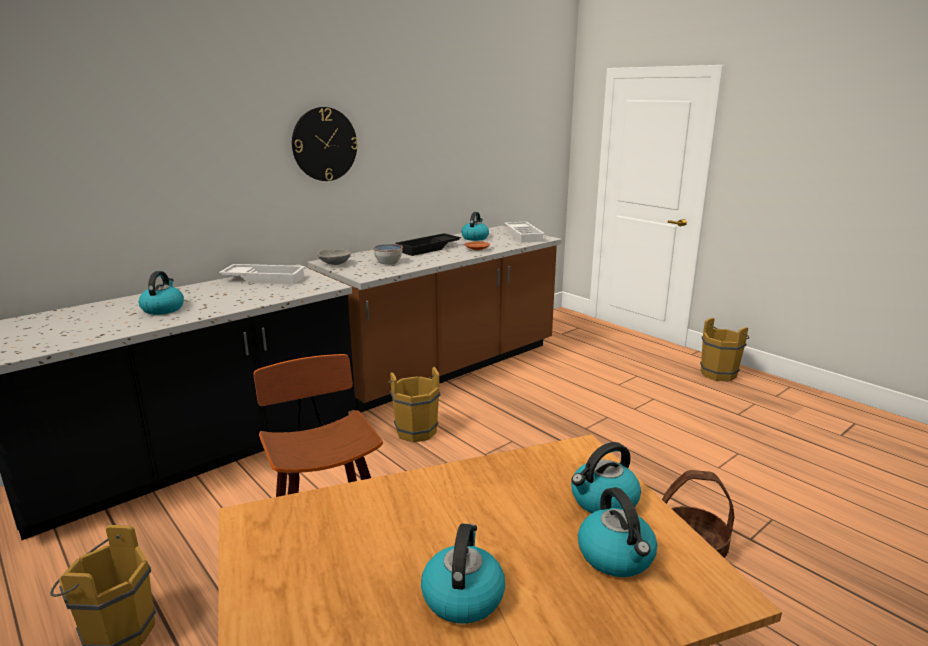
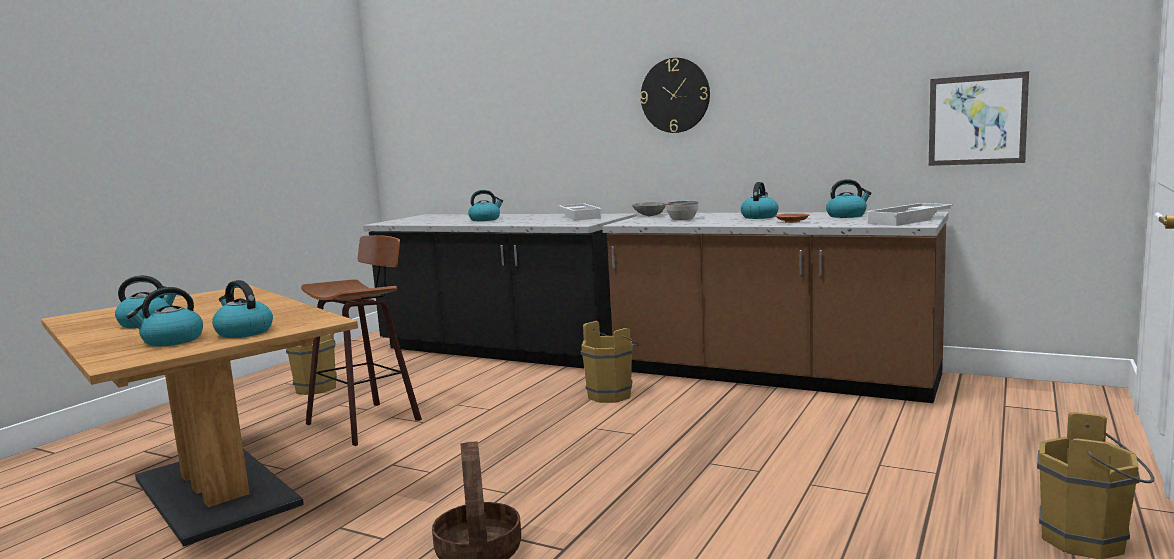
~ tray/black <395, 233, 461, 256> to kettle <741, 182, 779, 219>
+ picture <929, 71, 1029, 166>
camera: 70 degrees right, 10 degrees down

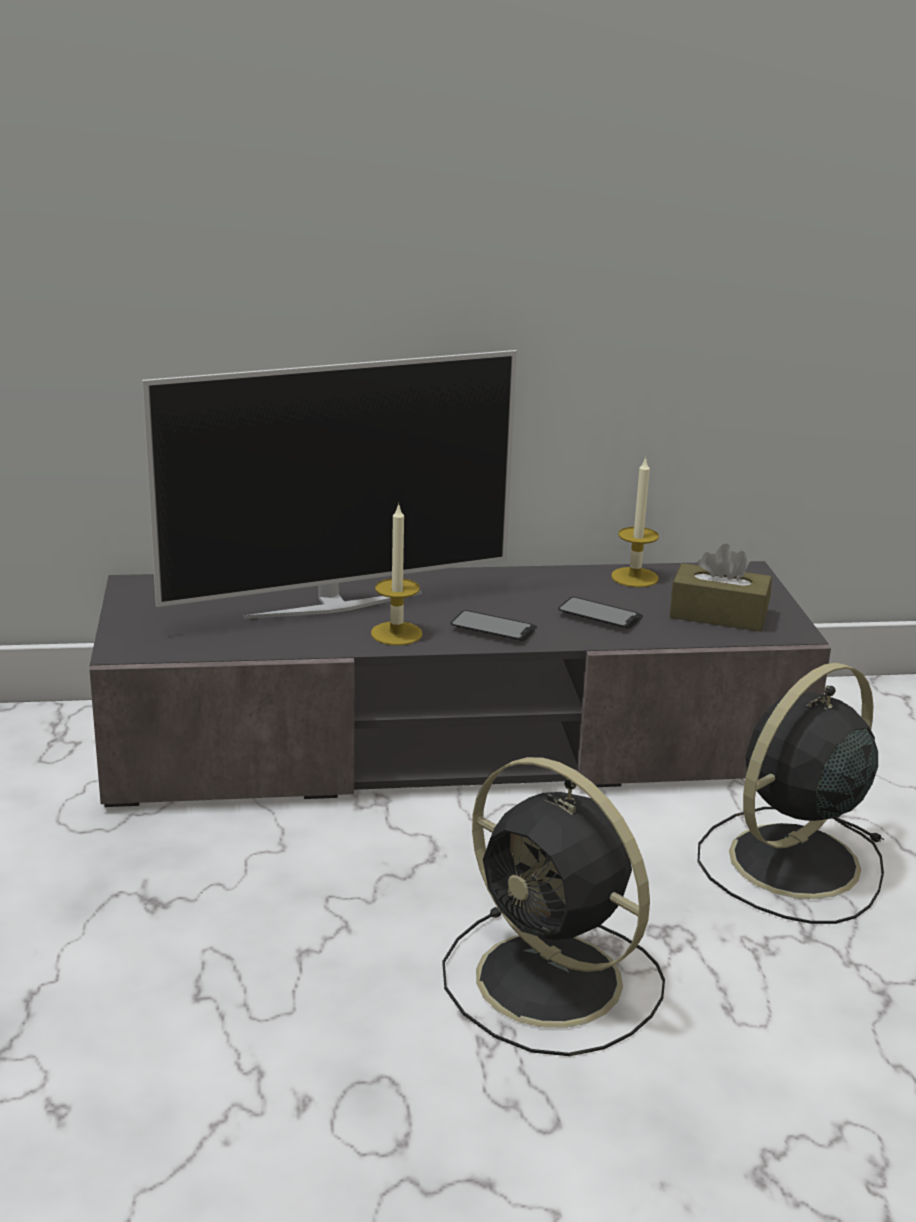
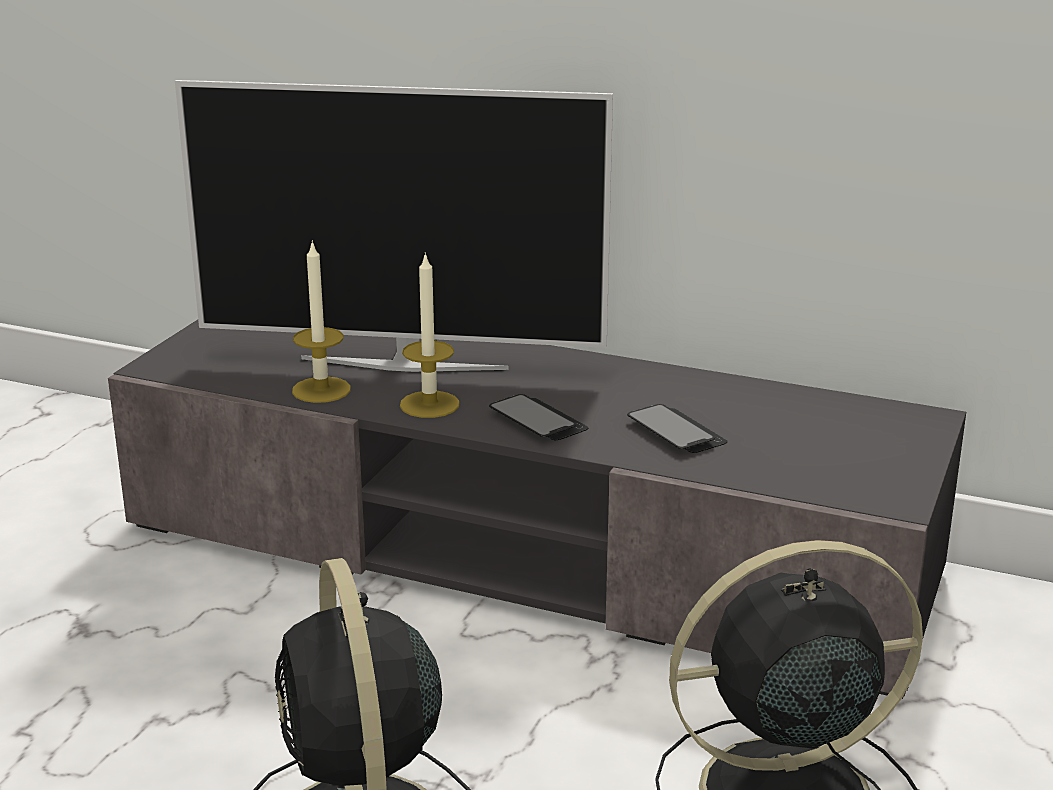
~ candle <611, 457, 659, 587> to <292, 240, 351, 403>
- tissue box/brown <670, 543, 772, 632>
camera: 30 degrees right, 0 degrees up

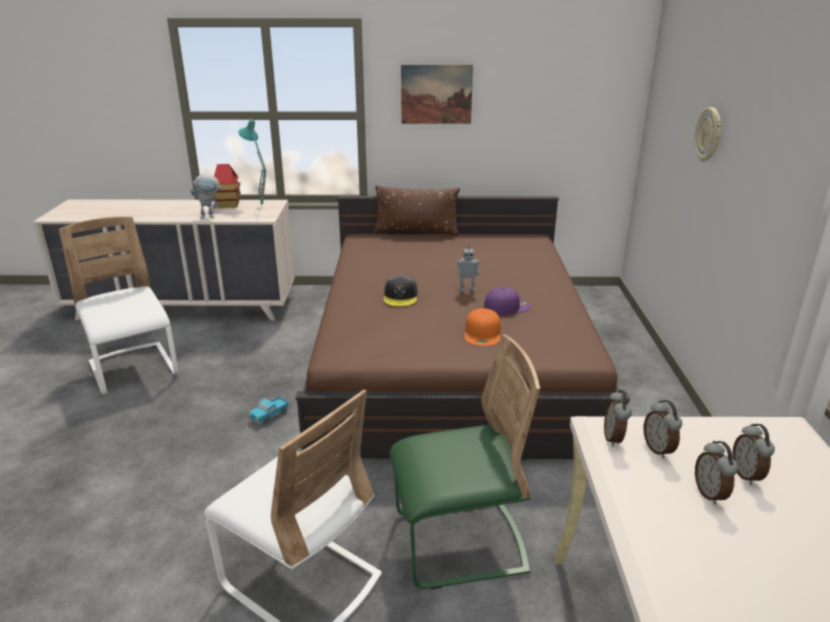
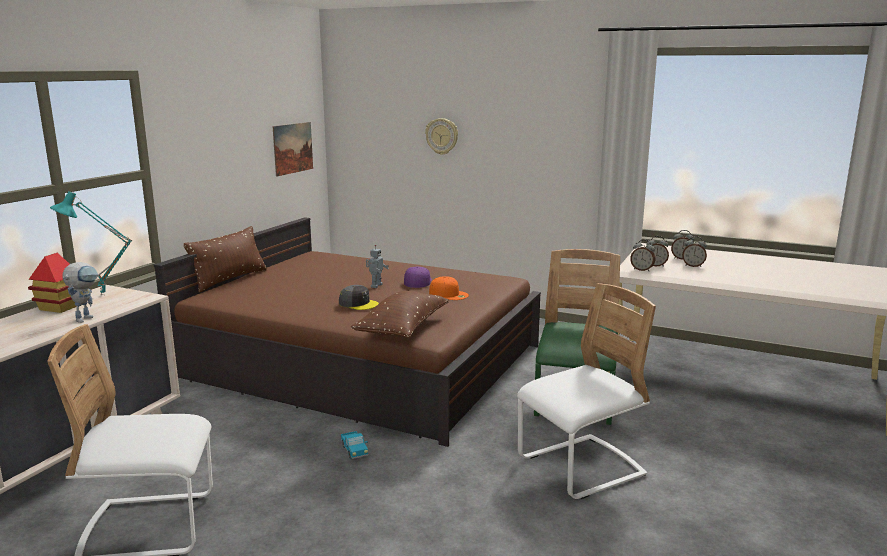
~ picture <401, 65, 473, 124> to <272, 122, 313, 177>
+ pillow/brown <351, 291, 449, 338>
camera: 65 degrees left, 10 degrees down

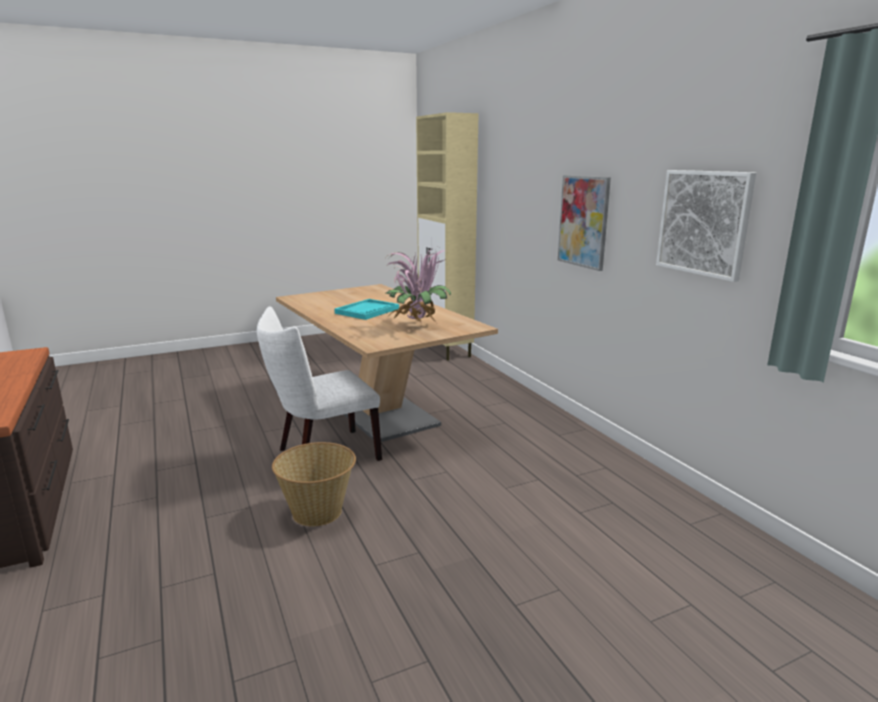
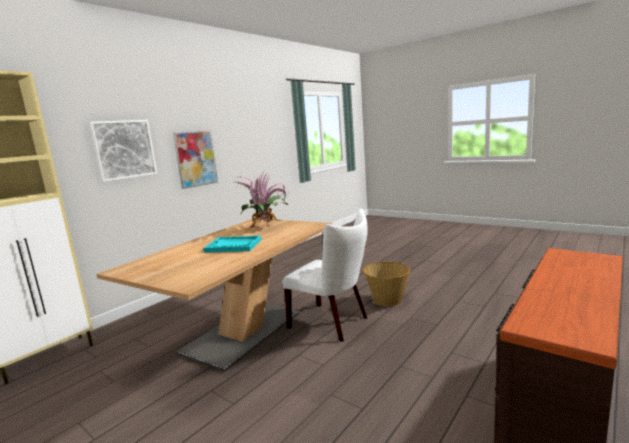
~ picture <656, 170, 756, 282> to <89, 120, 157, 182>
camera: 115 degrees left, 5 degrees down

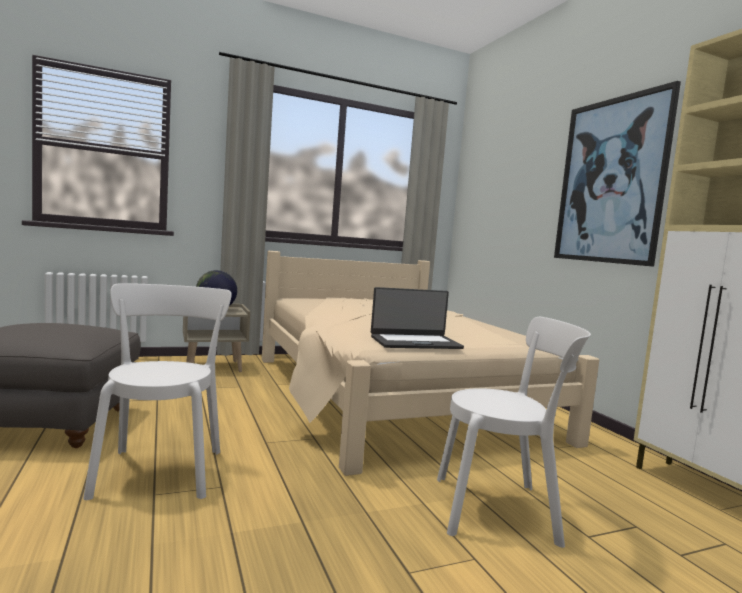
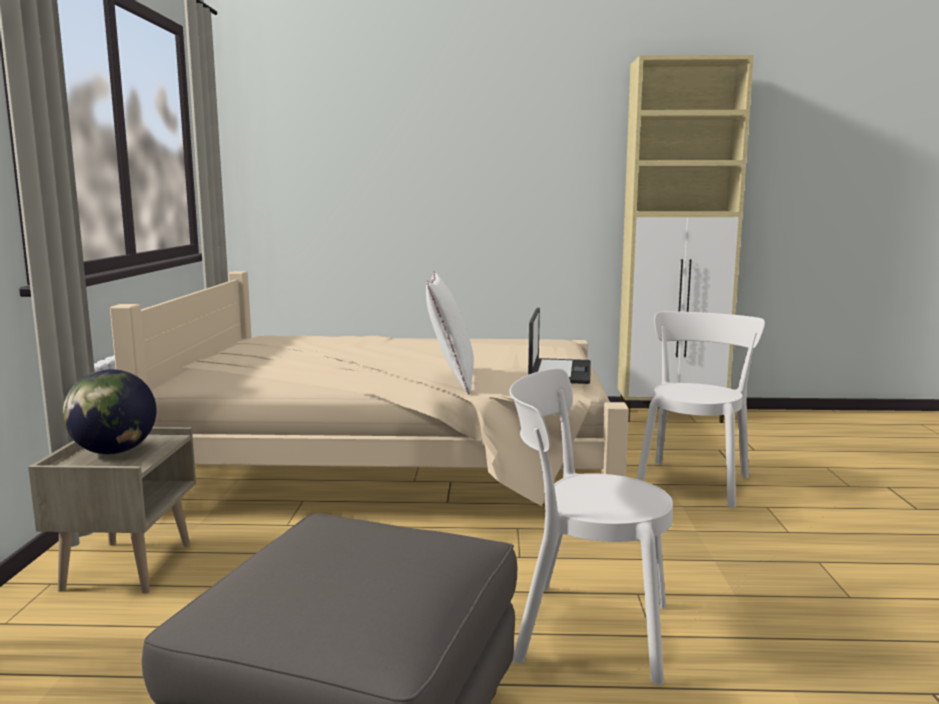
- picture <554, 81, 681, 267>
+ pillow/white <426, 271, 474, 395>
camera: 65 degrees left, 5 degrees up

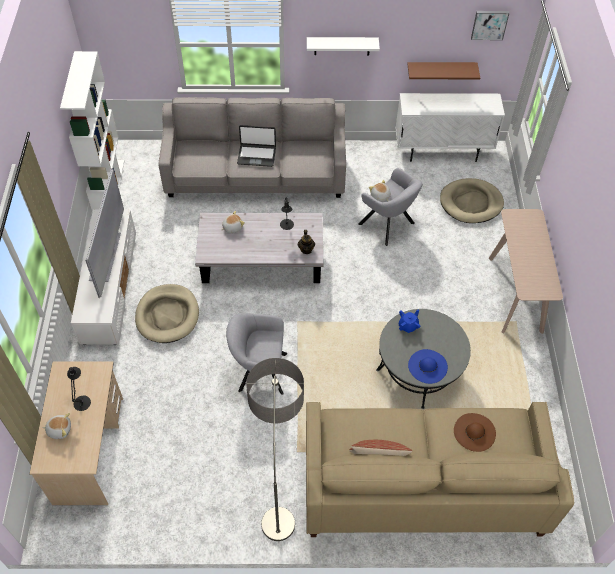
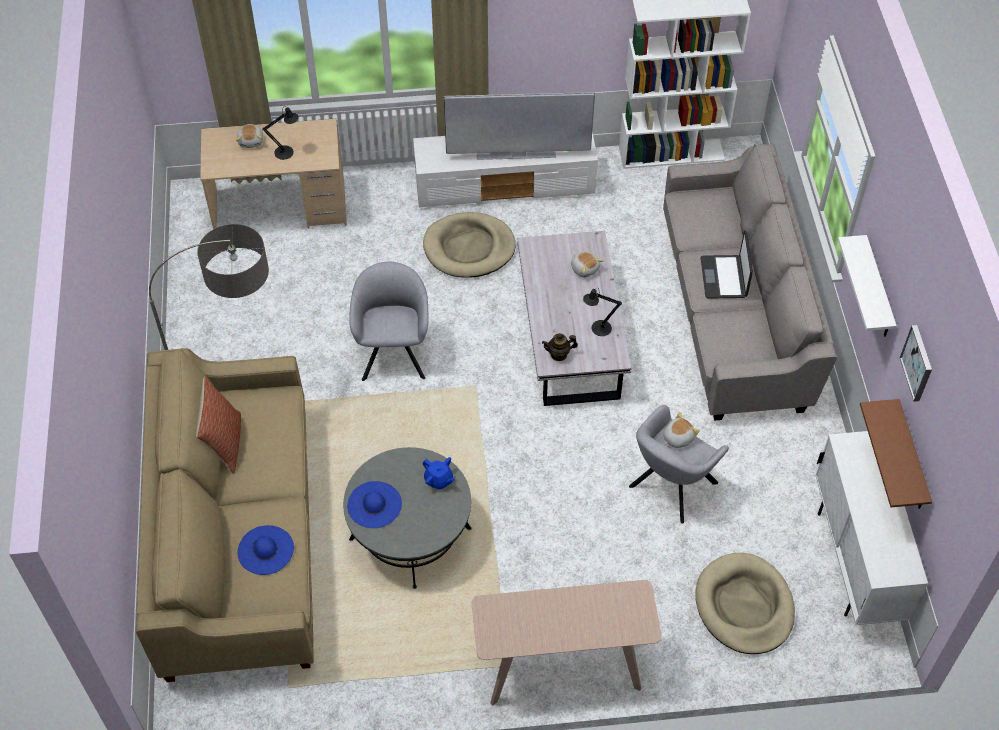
~ hat/brown <454, 413, 496, 452> to hat/blue <238, 525, 294, 575>
~ picture <471, 11, 509, 40> to <900, 325, 932, 402>
camera: 85 degrees right, 0 degrees up

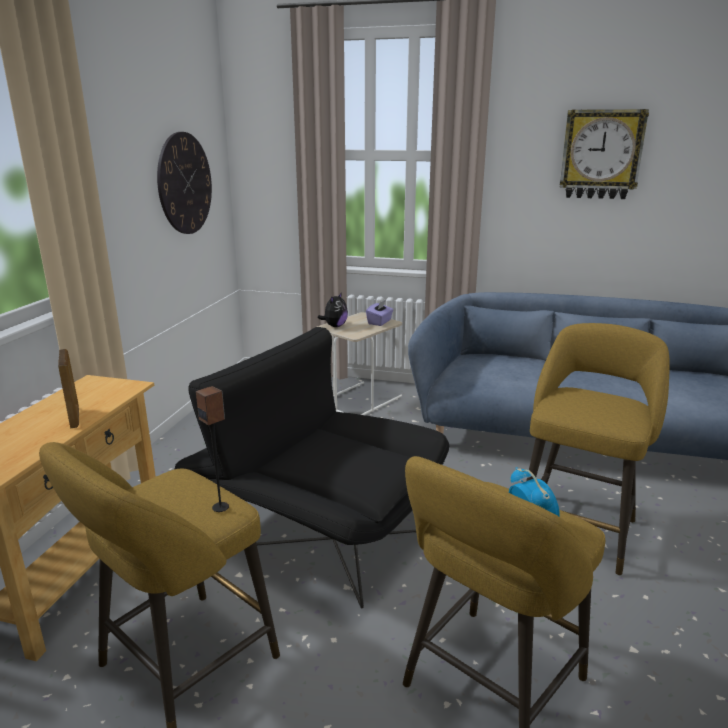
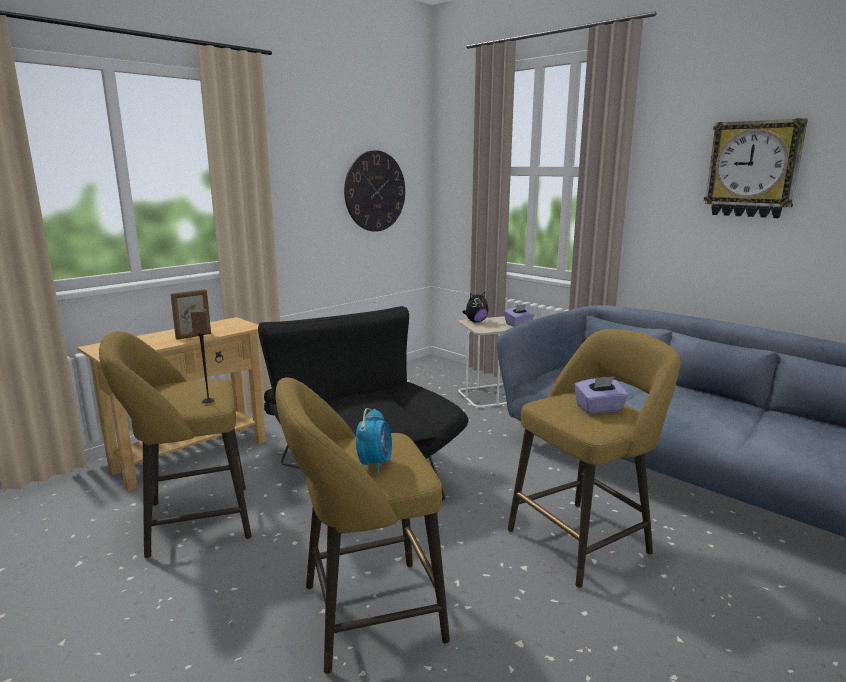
~ picture frame <58, 349, 79, 429> = <171, 289, 211, 340> 45 degrees clockwise
+ tissue box/purple <574, 376, 629, 414>
camera: 30 degrees right, 5 degrees down

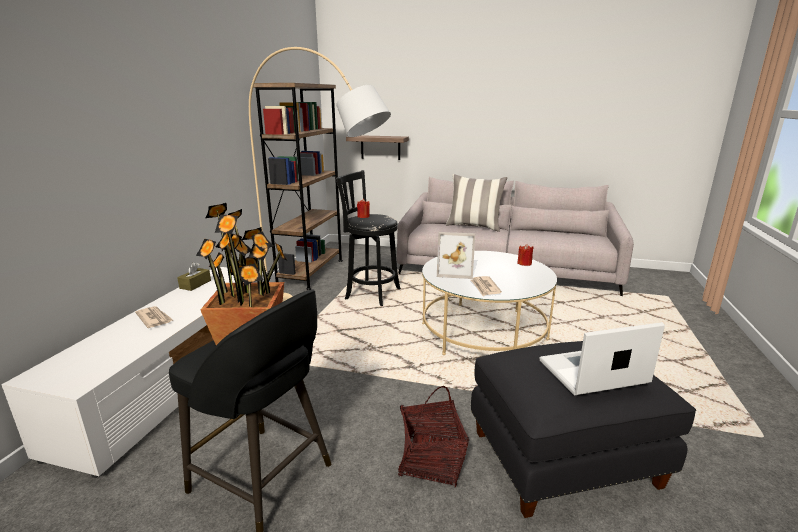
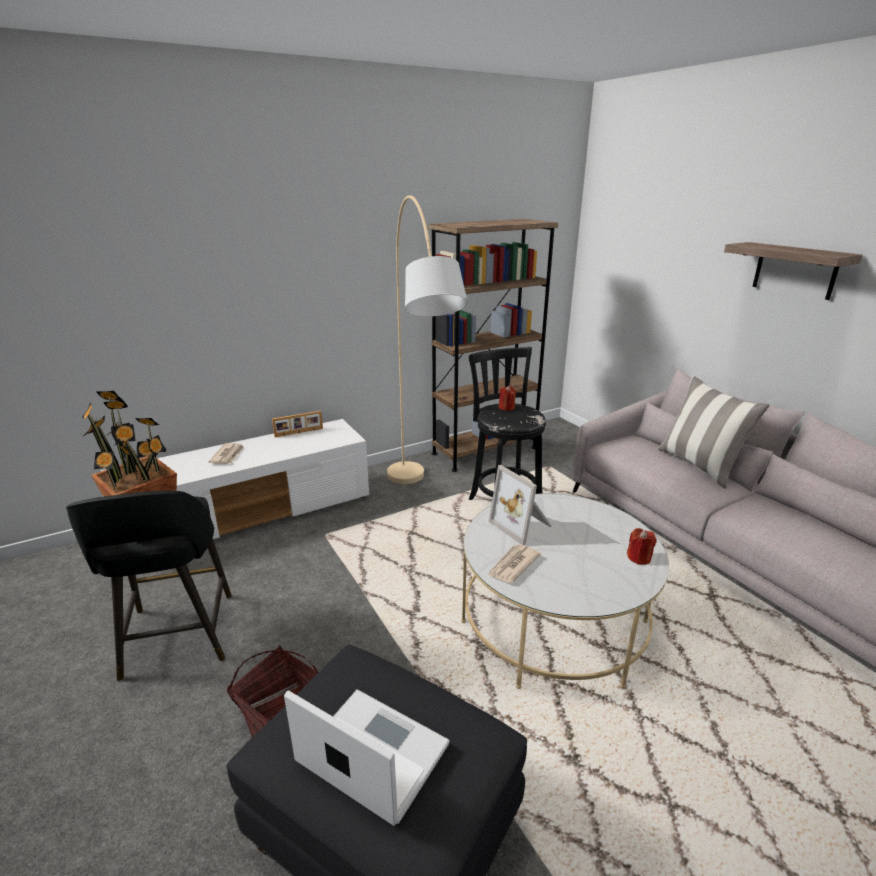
~ tissue box/brown <177, 262, 211, 291> to picture frame <272, 411, 323, 437>
~ shelf <346, 135, 409, 160> to <724, 242, 863, 300>
camera: 45 degrees right, 5 degrees up

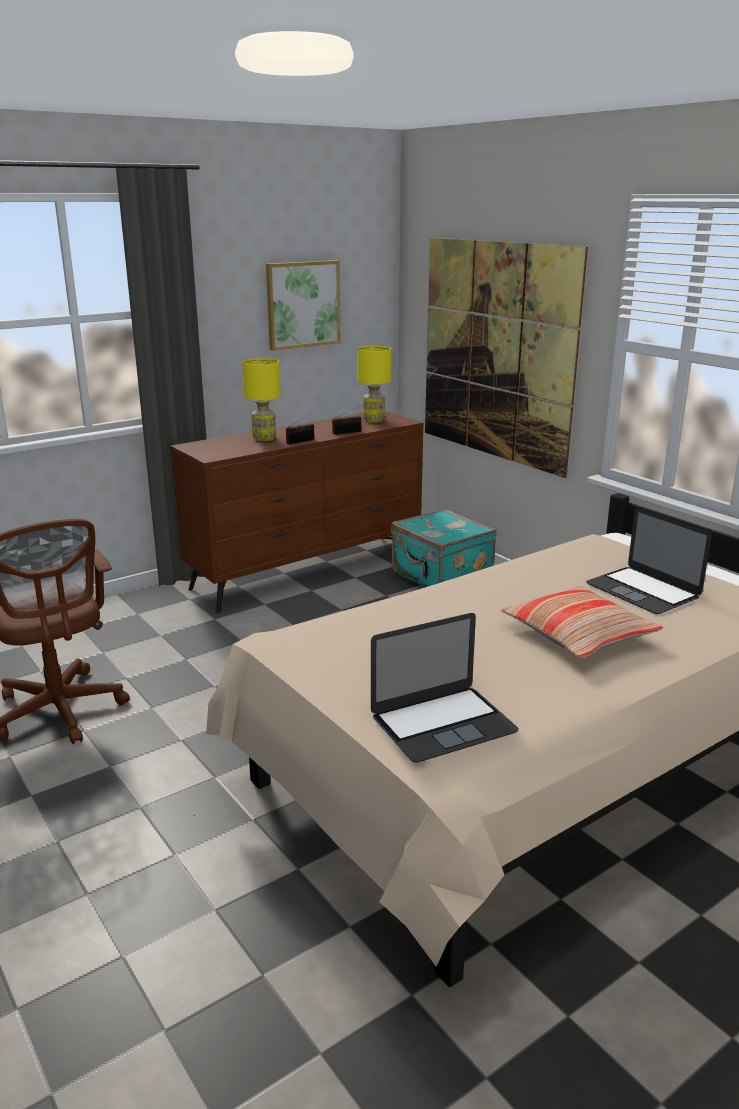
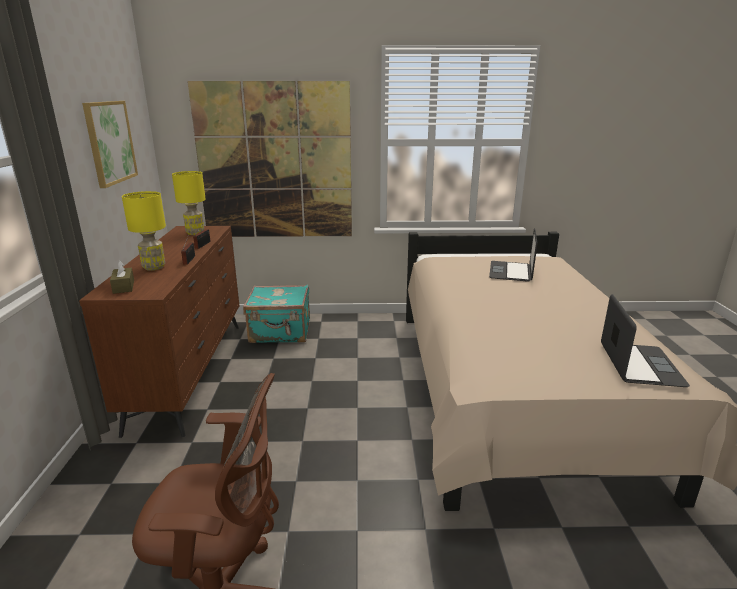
- pillow <501, 586, 663, 659>
~ laptop <586, 508, 712, 614> = <489, 228, 537, 282> 105 degrees clockwise
+ tissue box/brown <110, 260, 134, 294>
camera: 55 degrees left, 0 degrees up

